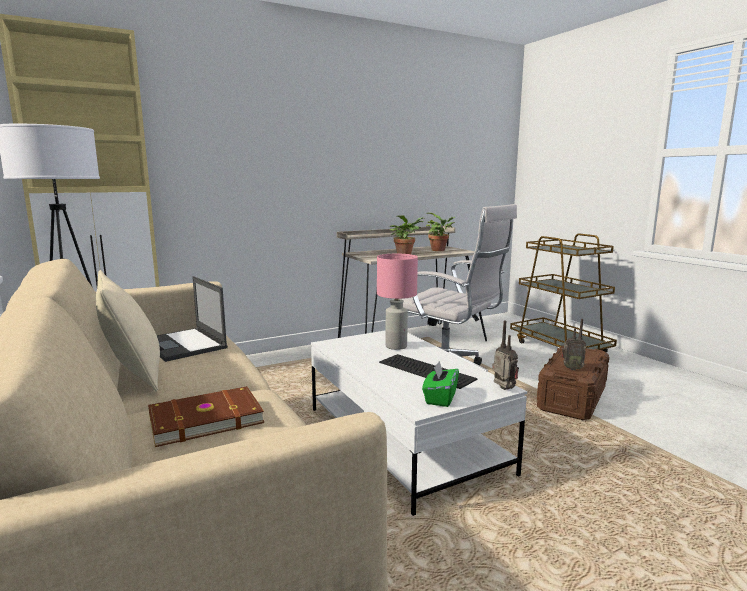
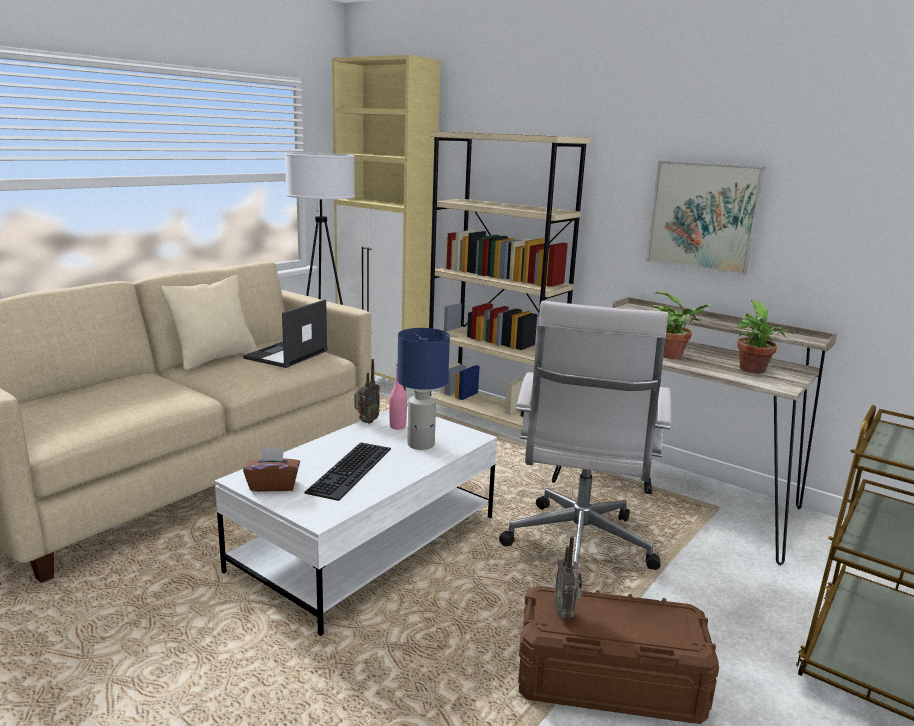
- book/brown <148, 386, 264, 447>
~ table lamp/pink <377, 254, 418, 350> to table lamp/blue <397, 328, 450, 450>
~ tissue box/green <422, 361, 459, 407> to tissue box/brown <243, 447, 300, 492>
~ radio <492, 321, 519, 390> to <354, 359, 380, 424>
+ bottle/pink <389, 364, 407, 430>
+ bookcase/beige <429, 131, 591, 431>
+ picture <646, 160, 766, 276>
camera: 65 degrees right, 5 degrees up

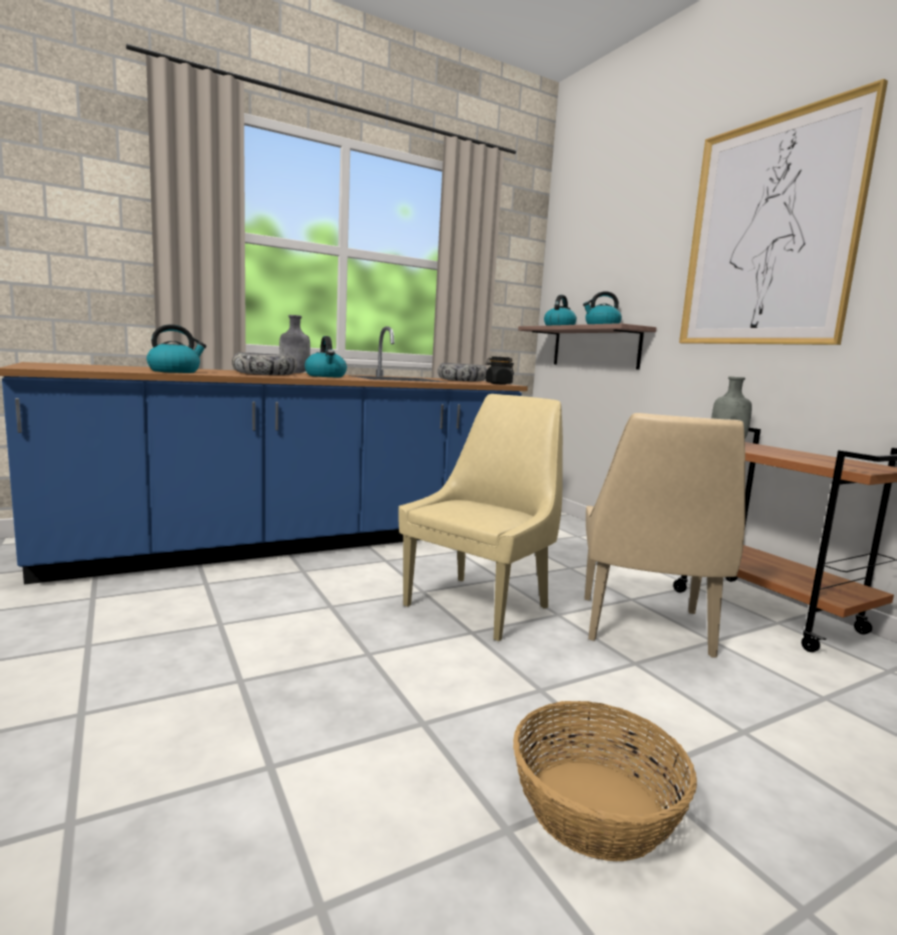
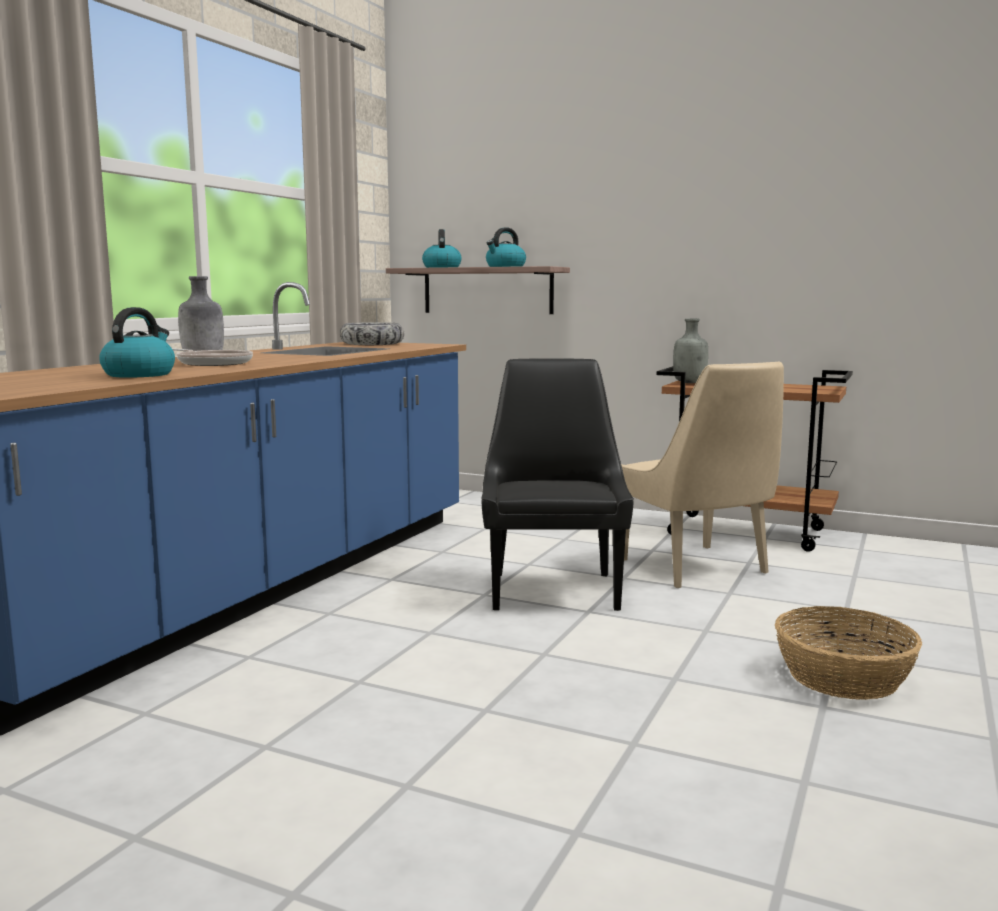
~ bowl <232, 352, 297, 375> to frying pan <172, 348, 253, 366>
- kettle <305, 336, 347, 377>
~ chair/beige <398, 394, 563, 641> to chair/black <481, 358, 634, 611>
- jar/black <485, 356, 514, 385>
- picture <679, 79, 888, 345>
camera: 35 degrees left, 0 degrees up

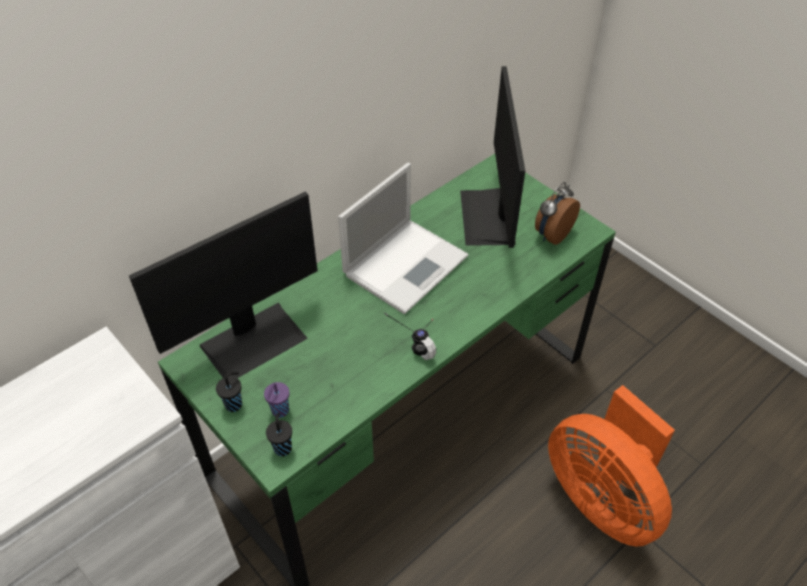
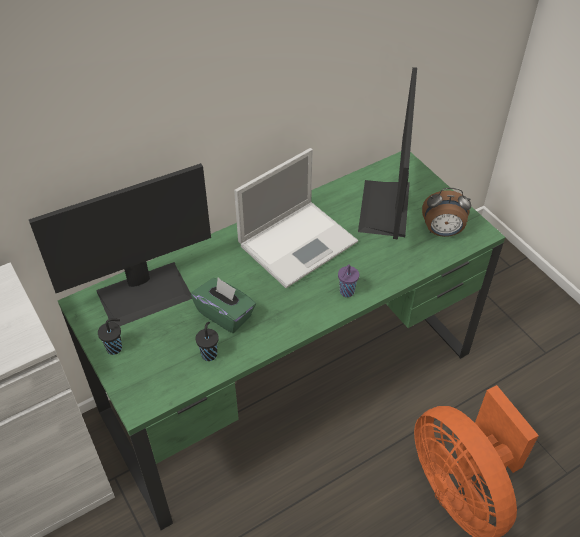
~ cup/purple <264, 382, 289, 418> to <338, 264, 359, 297>
~ cup/black <266, 413, 292, 456> to <195, 322, 219, 361>
- headphones <384, 313, 436, 360>
~ alarm clock <535, 182, 580, 245> = <422, 188, 471, 237> 135 degrees counterclockwise
+ tissue box/green <191, 277, 256, 333>
camera: 10 degrees right, 0 degrees up

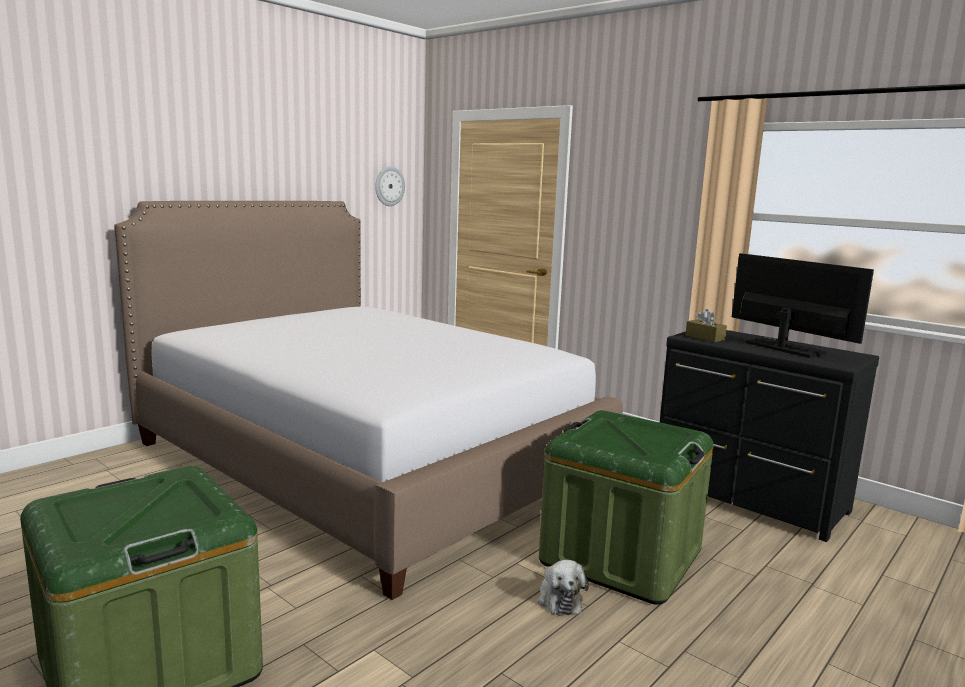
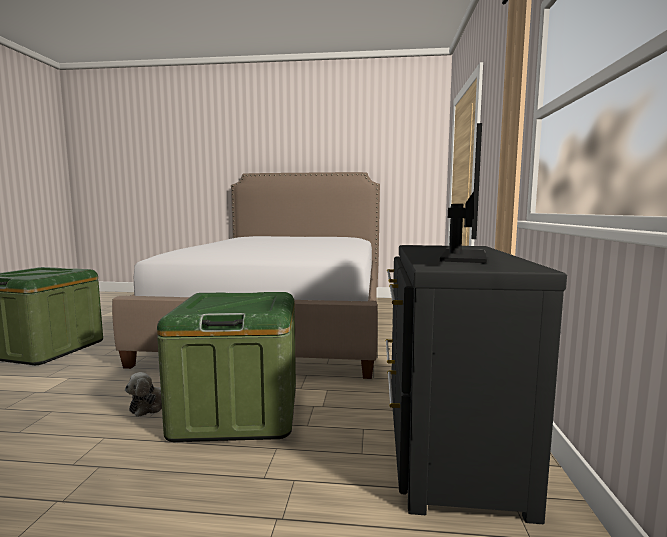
- wall clock <375, 167, 405, 206>
- tissue box/brown <685, 309, 727, 342>
camera: 55 degrees right, 5 degrees down

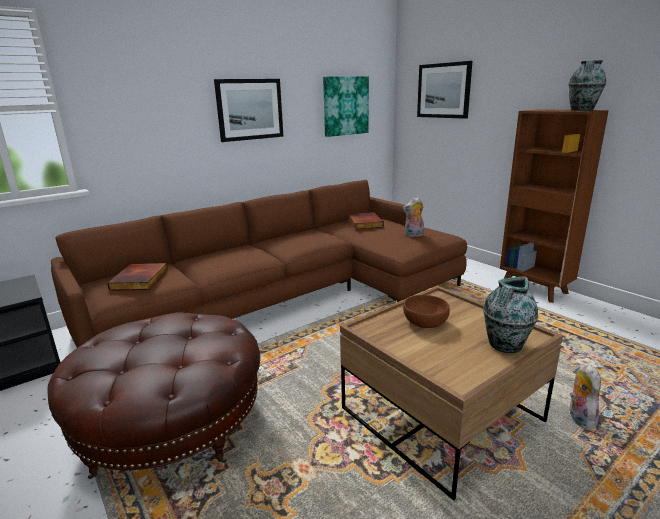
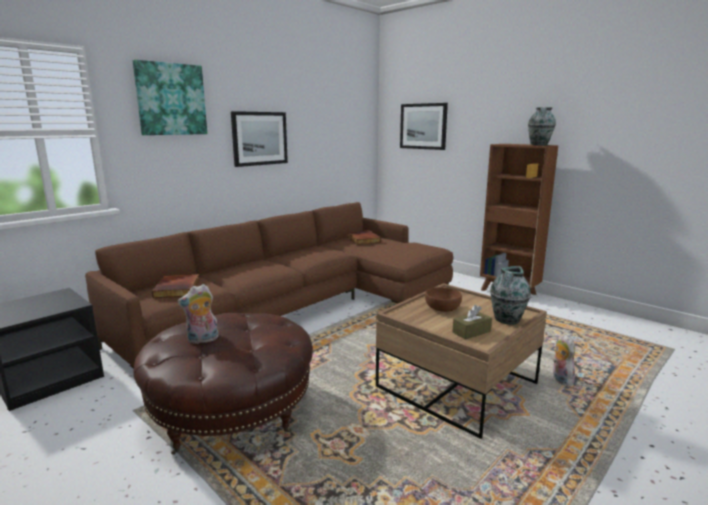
~ picture <323, 76, 369, 137> to <133, 60, 207, 135>
~ plush toy <403, 197, 424, 237> to <177, 284, 219, 344>
+ tissue box/brown <453, 305, 492, 340>
camera: 10 degrees left, 5 degrees down

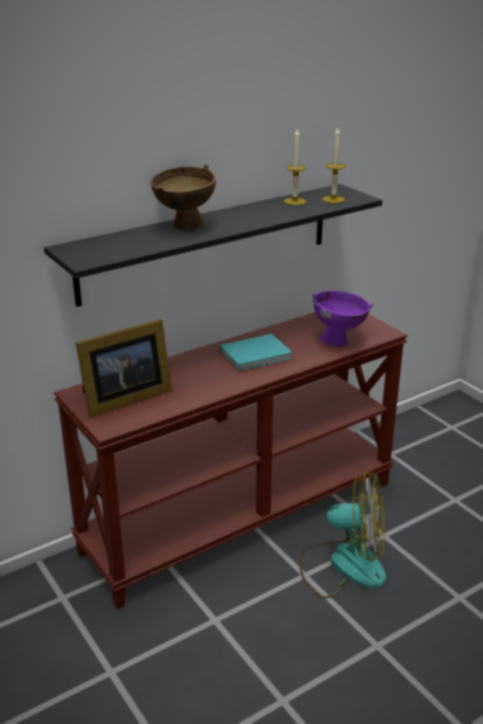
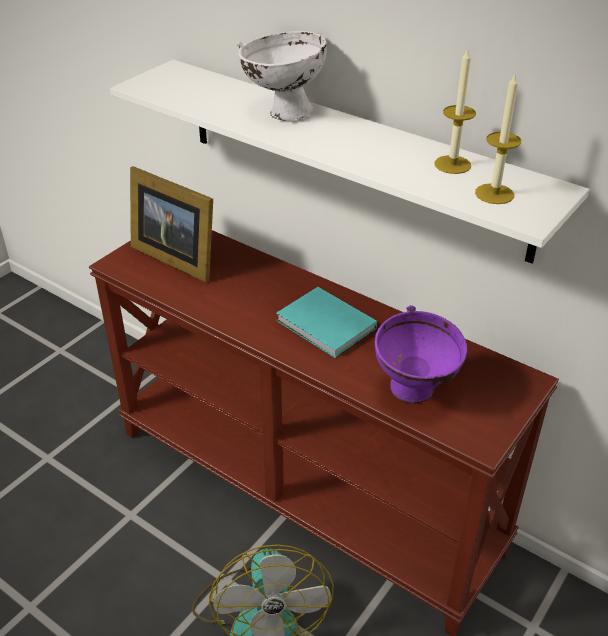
~ shelf/black <44, 184, 382, 307> to shelf/white <110, 60, 589, 263>
~ bowl/brown <150, 164, 216, 231> to bowl/white <237, 31, 327, 121>
camera: 70 degrees right, 10 degrees up

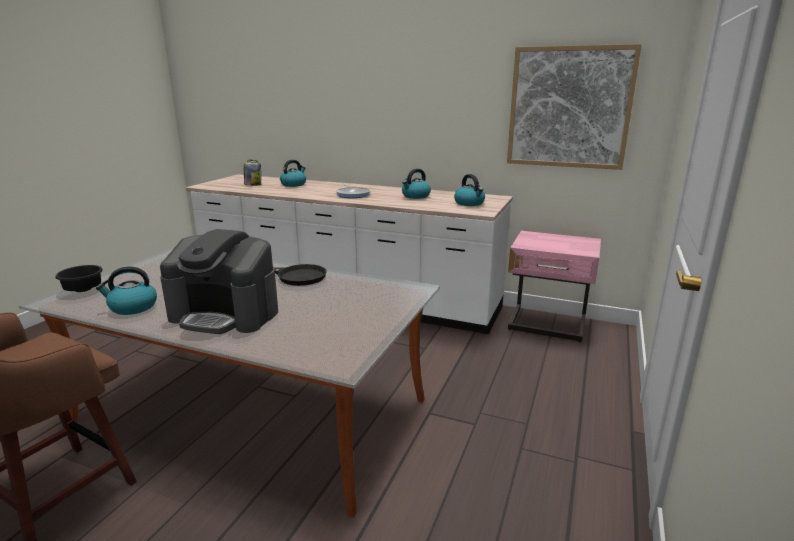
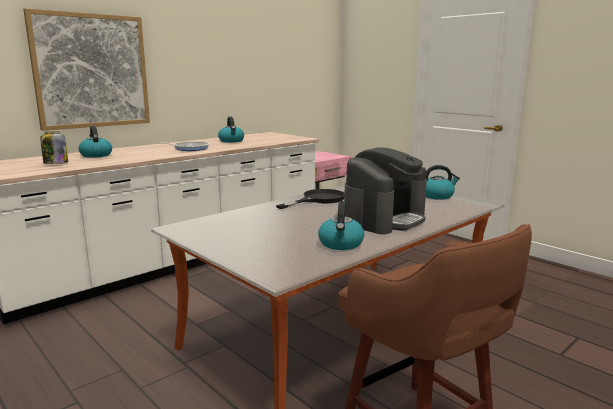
- bowl/black <55, 265, 103, 292>
~ kettle <454, 174, 485, 206> to <426, 165, 460, 200>
~ picture <507, 44, 642, 170> to <23, 8, 150, 131>
camera: 65 degrees left, 5 degrees down

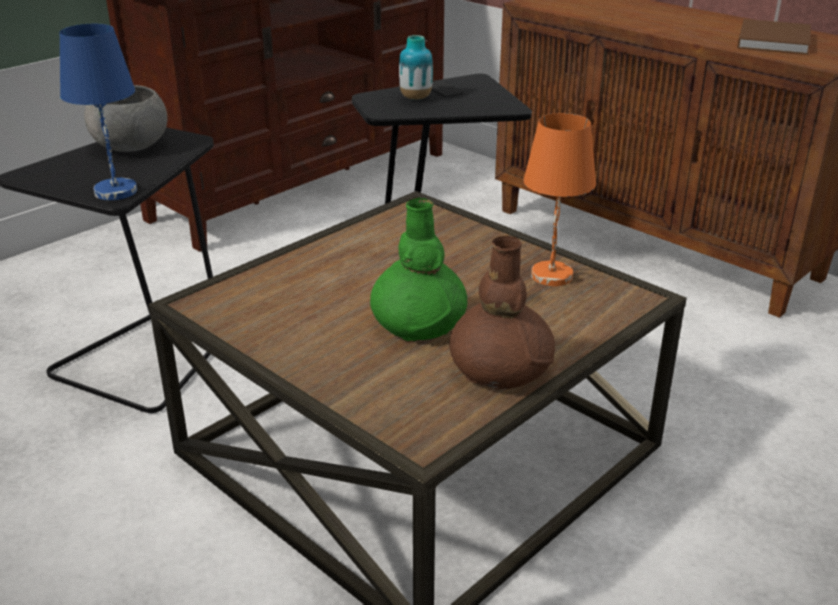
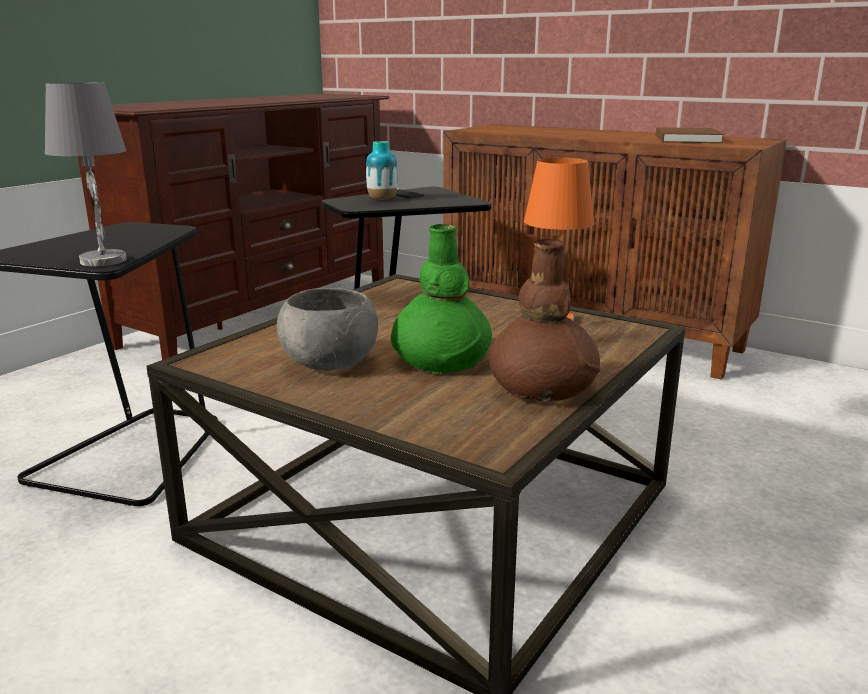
~ table lamp/blue <60, 24, 137, 200> to table lamp/grey <45, 82, 127, 266>
~ bowl/grey <84, 85, 168, 152> to <277, 288, 378, 371>
camera: 10 degrees left, 10 degrees down

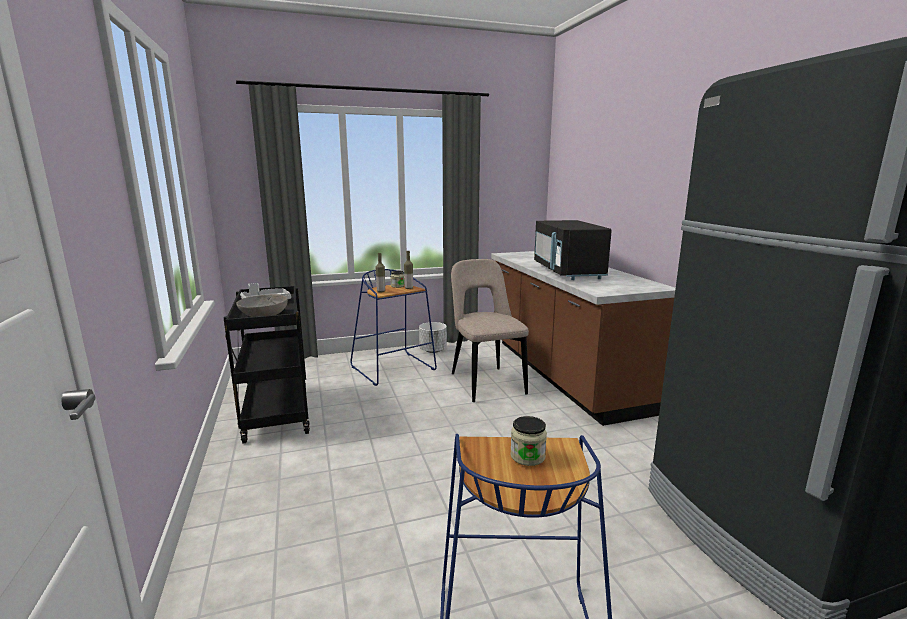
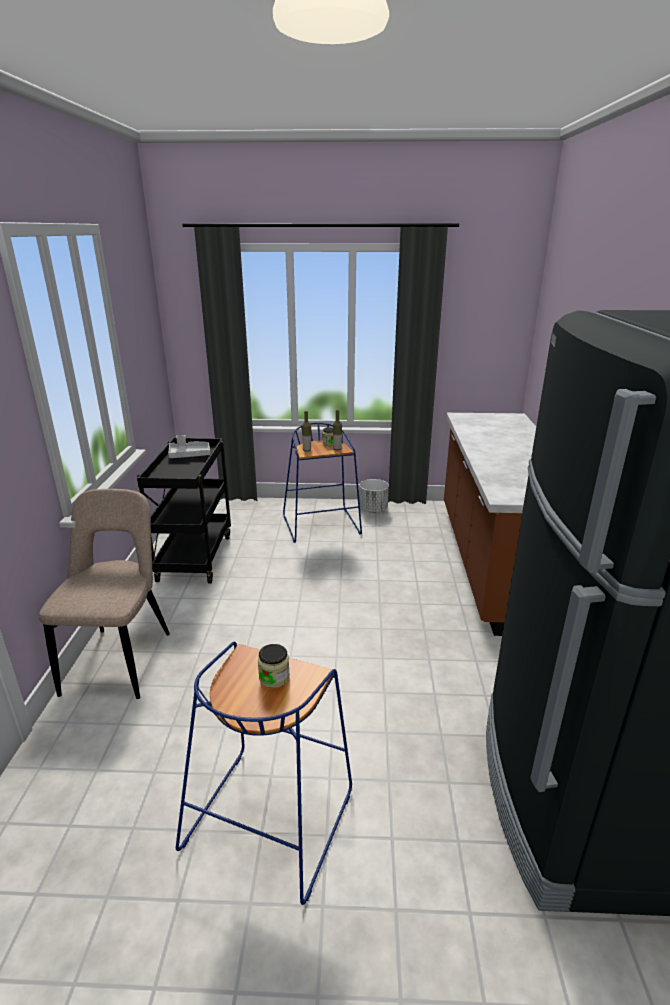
- bowl/grey <236, 294, 288, 317>
~ chair/beige <451, 259, 529, 402> to <39, 489, 170, 699>
- microwave/black <534, 220, 612, 280>
camera: 20 degrees right, 10 degrees up

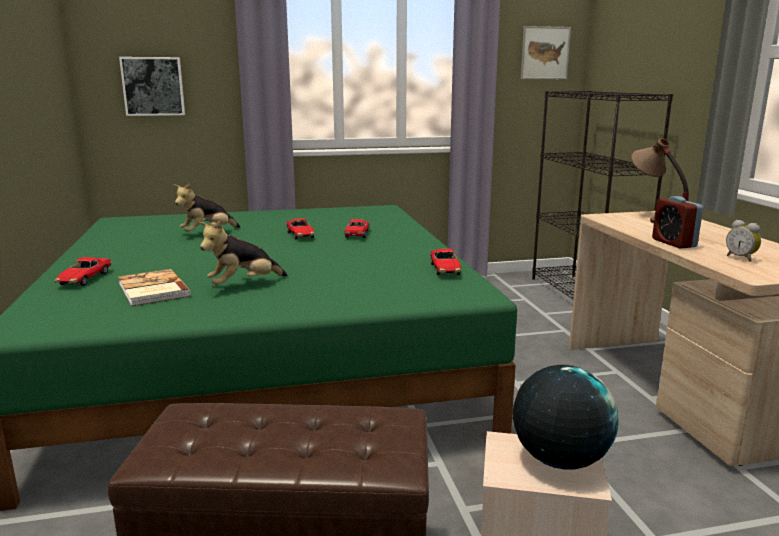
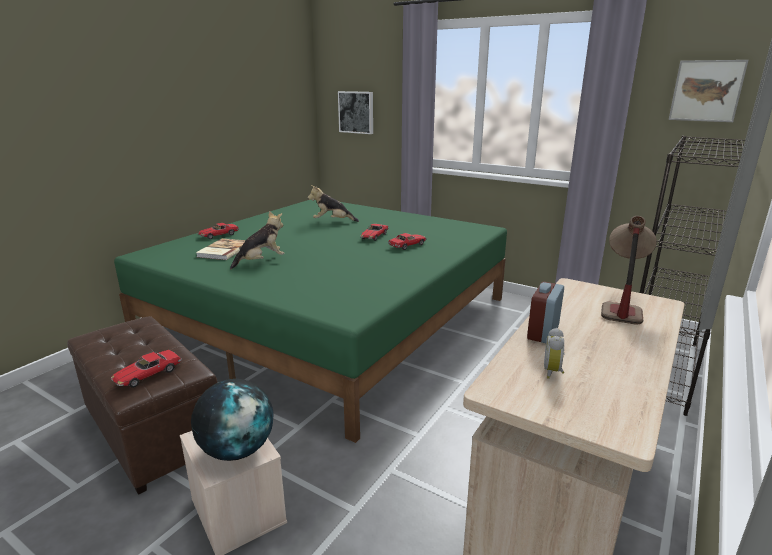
~ plush toy <199, 221, 287, 285> = <230, 211, 284, 270> 135 degrees clockwise
~ toy car <430, 249, 461, 275> to <111, 350, 182, 388>
camera: 45 degrees right, 5 degrees up

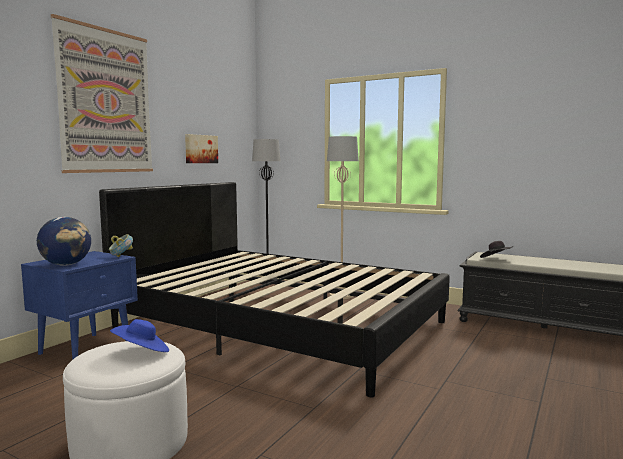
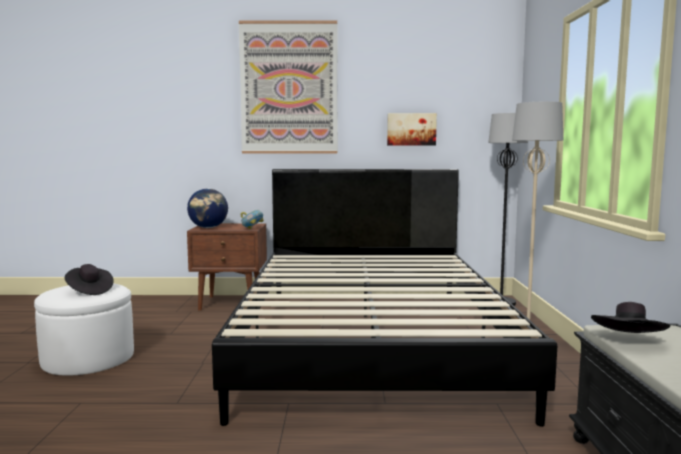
~ nightstand/blue <21, 251, 138, 360> to nightstand/brown <187, 223, 267, 311>
~ hat/blue <110, 319, 169, 352> to hat/black <65, 264, 114, 295>
camera: 60 degrees right, 0 degrees up

